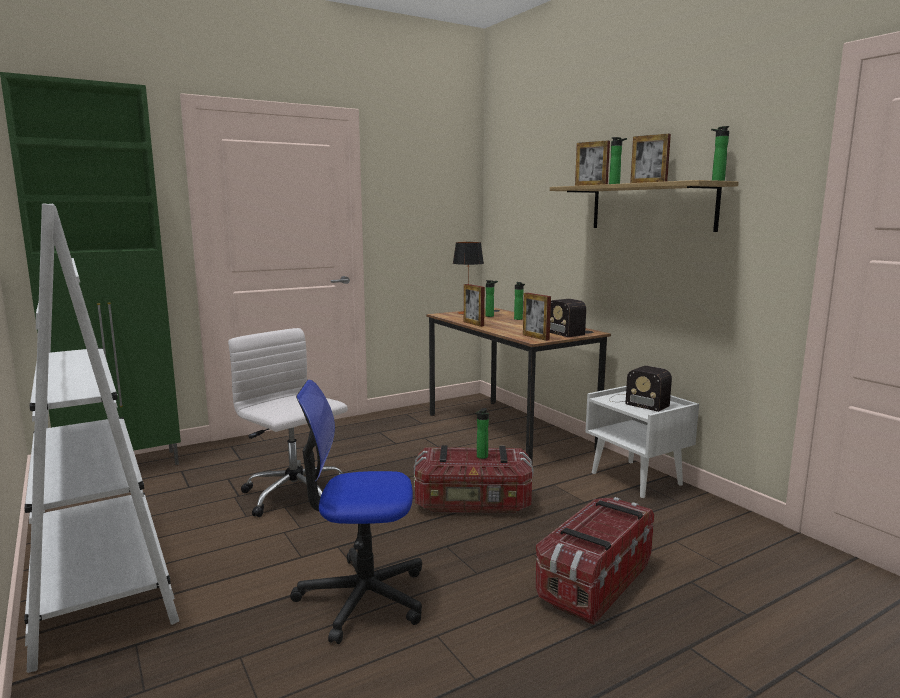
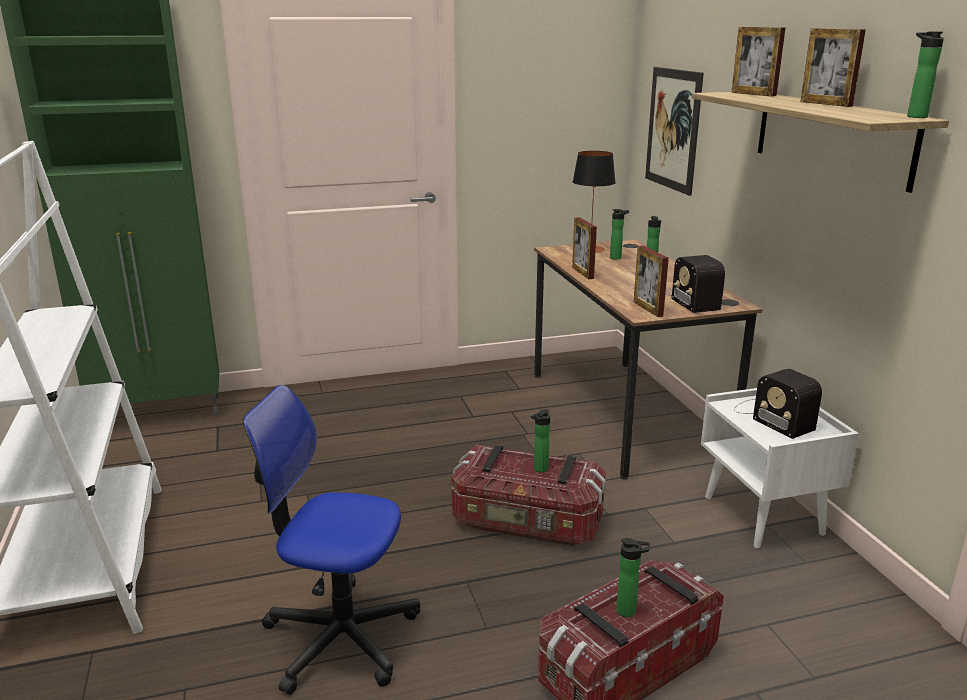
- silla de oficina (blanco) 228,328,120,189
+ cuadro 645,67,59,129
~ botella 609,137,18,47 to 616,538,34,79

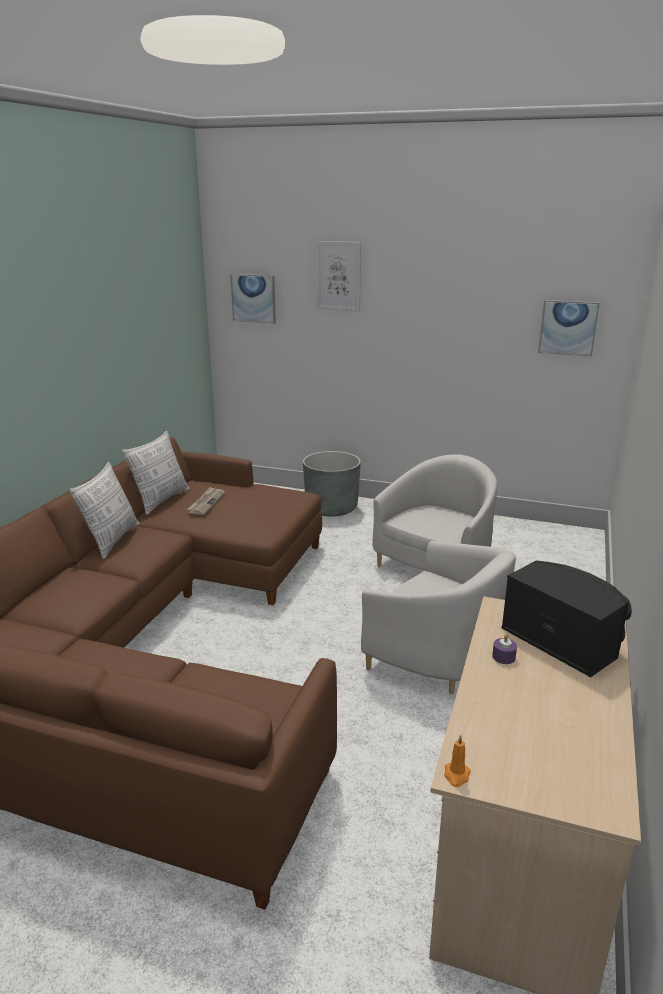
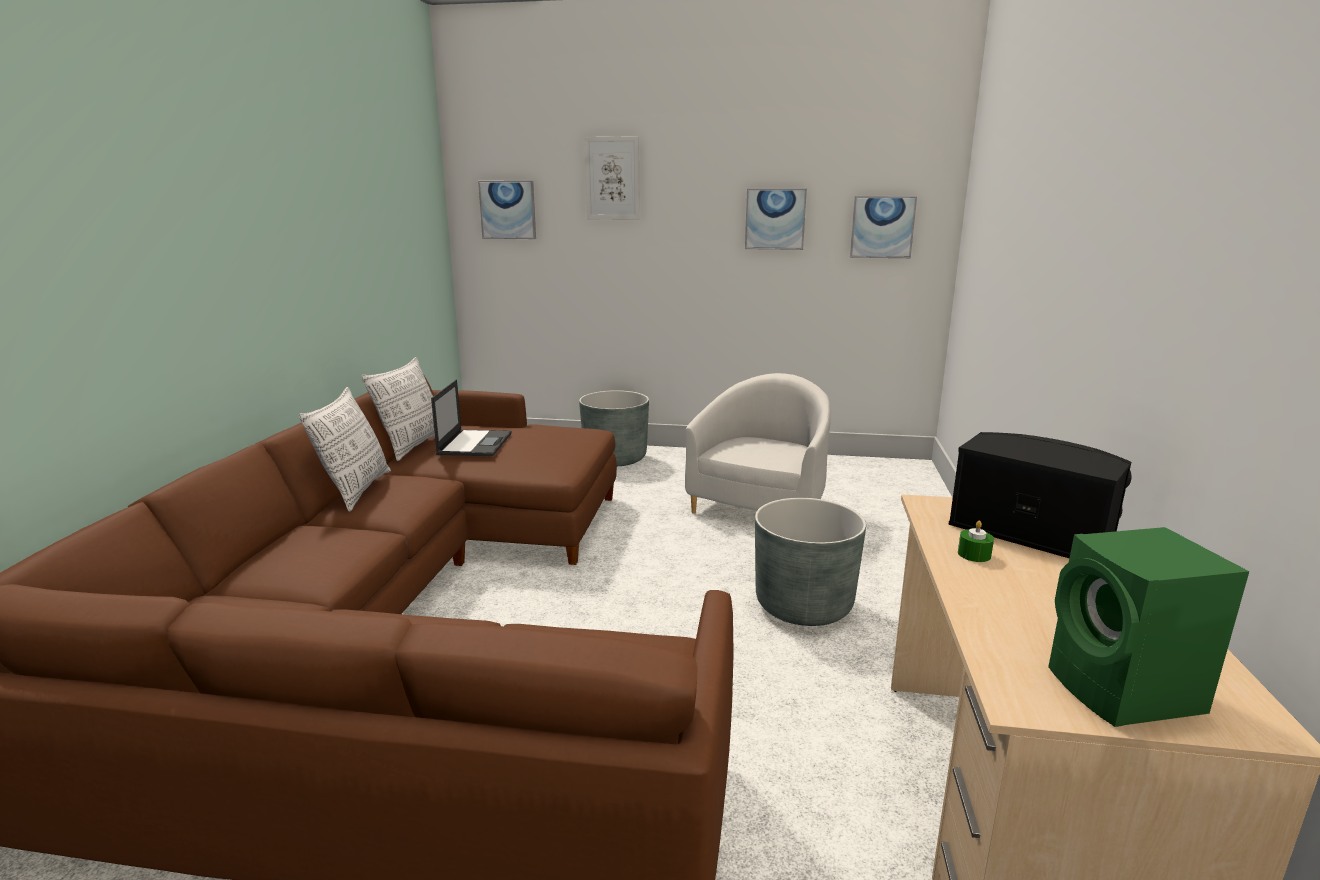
- vela (naranja) 444,735,27,52
+ cuadro 745,189,62,61
+ altavoz (verde) 1048,527,201,200
~ periódico 187,487,38,28 to portátil 431,380,81,76
~ sillón (blanco) 361,541,155,153 to maceta (gris) 755,498,111,128
~ vela (morado) 492,634,25,30 to vela (verde) 958,520,36,42

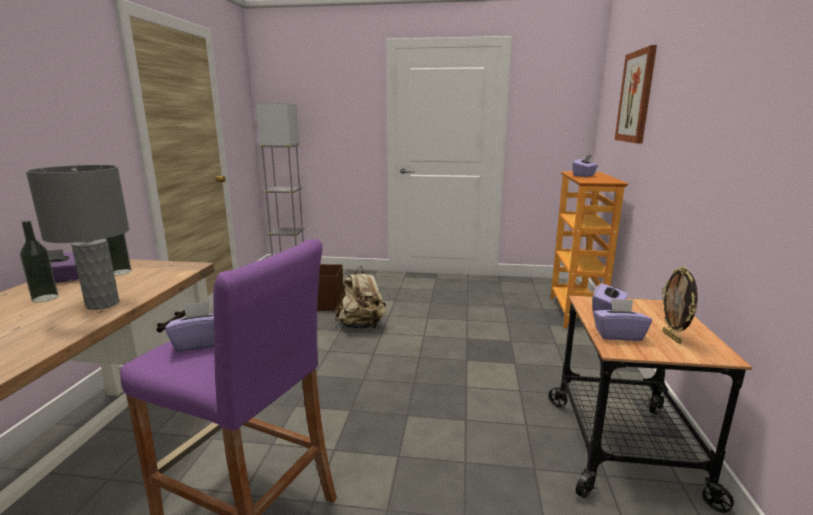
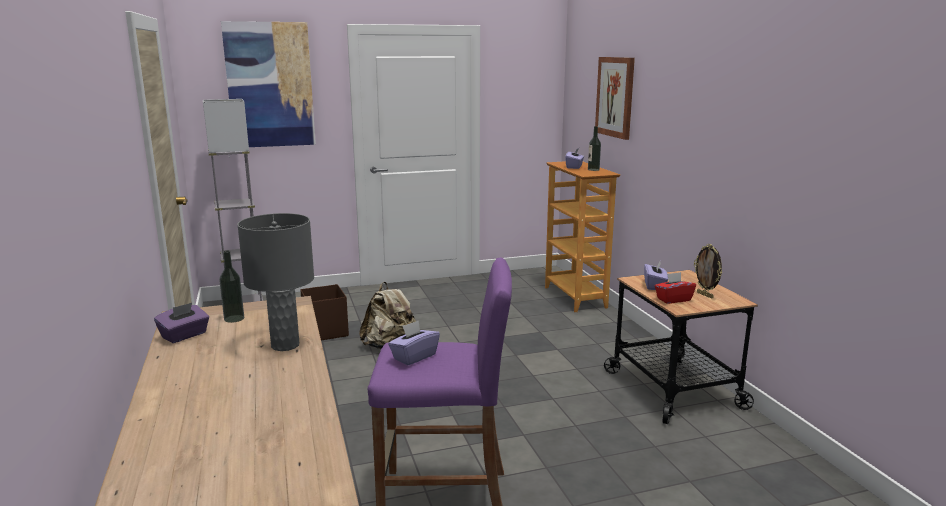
+ cuadro 221,21,95,126
~ botella 20,221,38,81 to 588,126,13,45
~ caja de pañuelos (morado) 593,299,59,42 to caja de pañuelos (rojo) 655,272,41,32

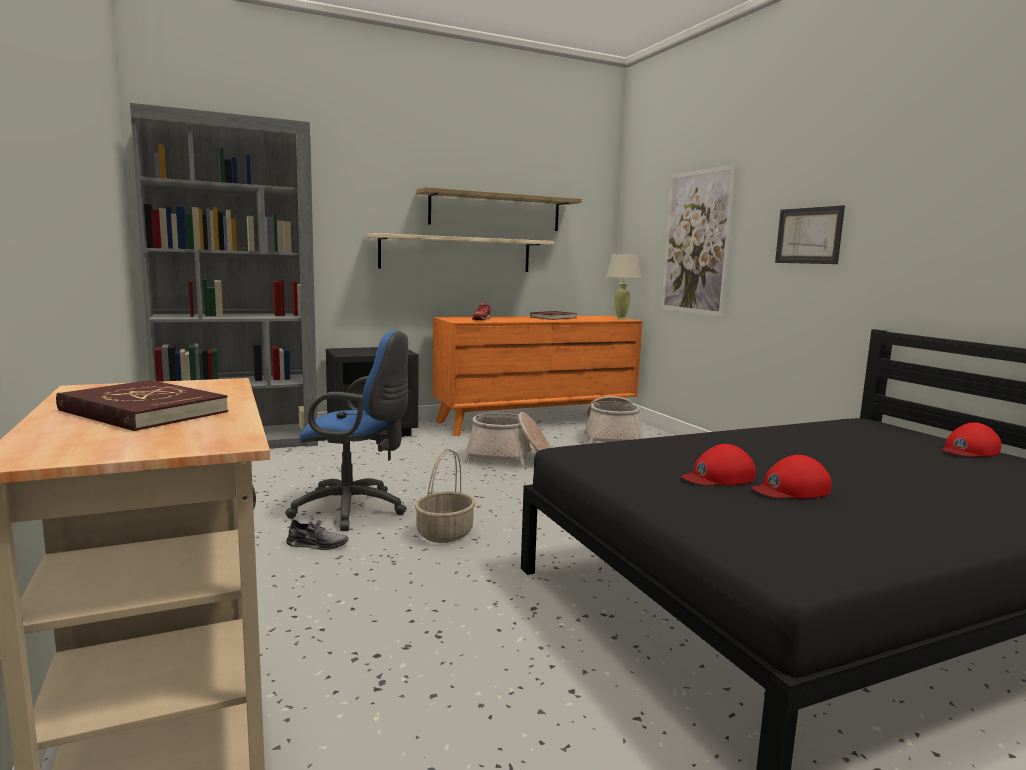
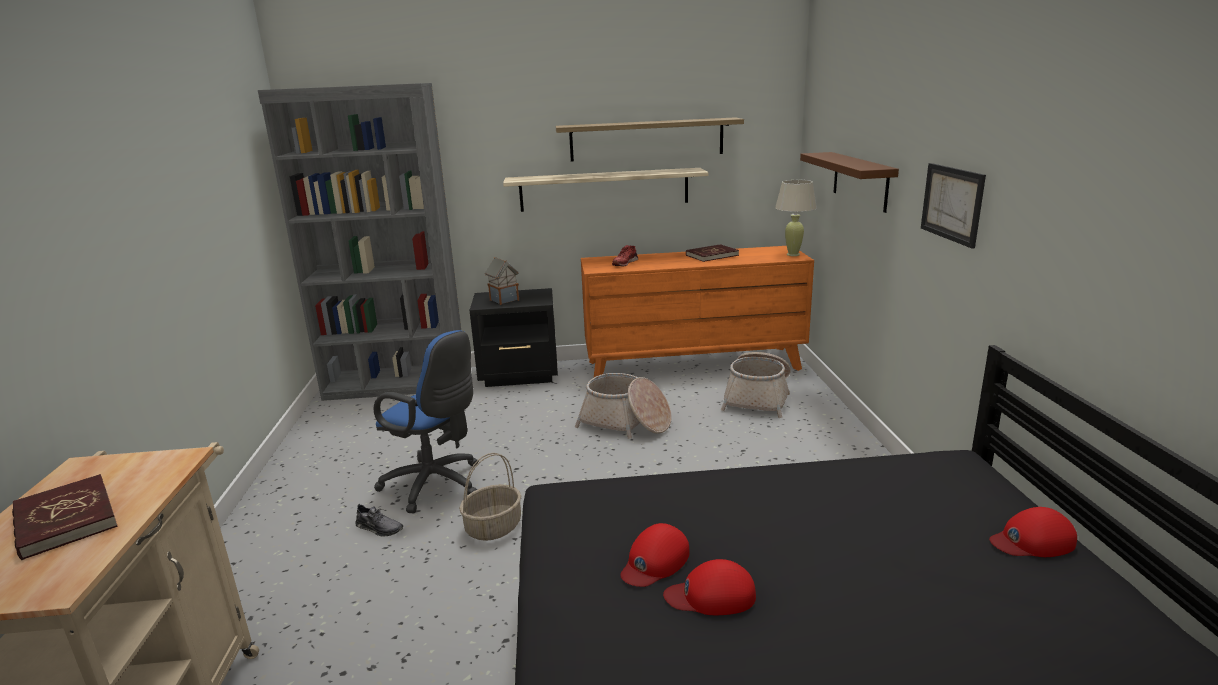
+ casita 485,257,34,48
~ cuadro 661,164,76,153 to estante (marrón) 800,152,99,61
~ gorra (rojo) 681,444,75,41 = 620,523,69,64 45 degrees counterclockwise

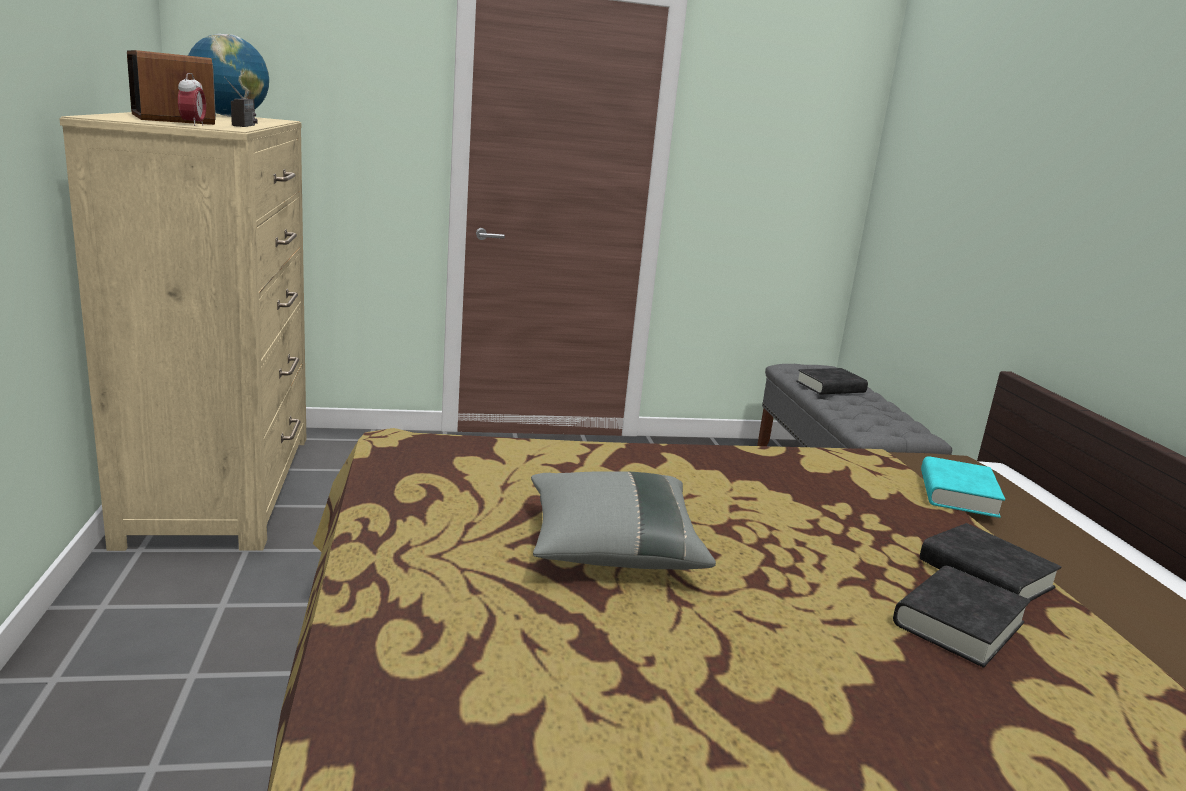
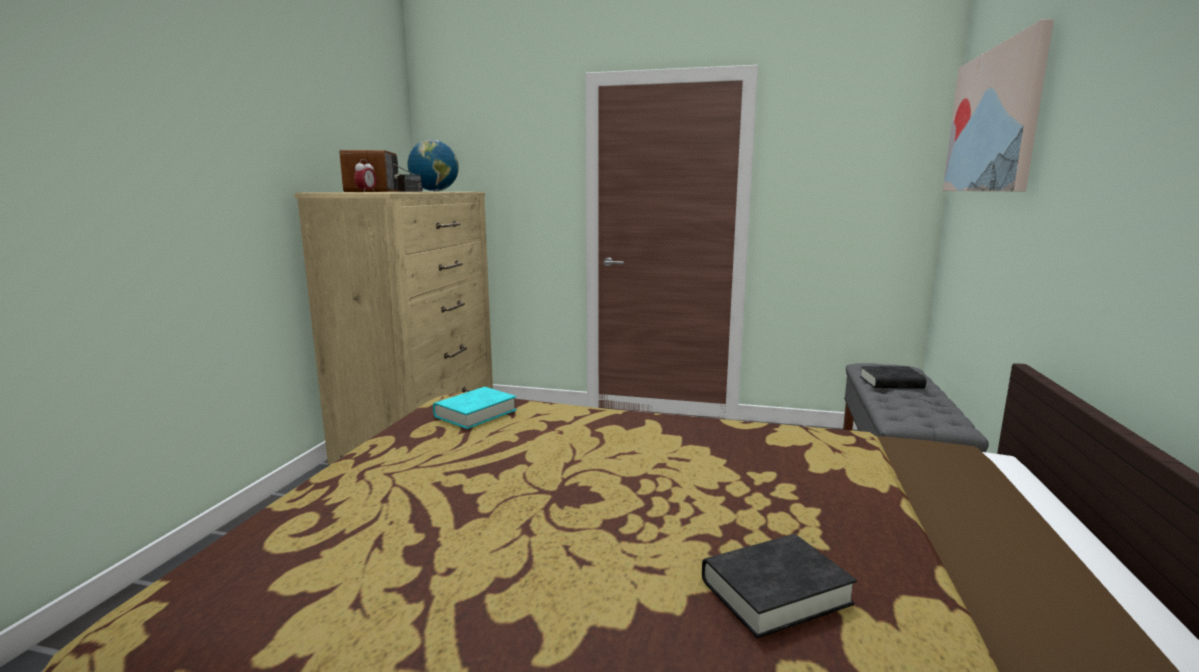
- cojín (gris) 531,471,185,99
- libro (negro) 920,523,141,78
+ cuadro 943,19,111,172
~ libro (turquesa) 921,456,84,62 to 433,387,84,42

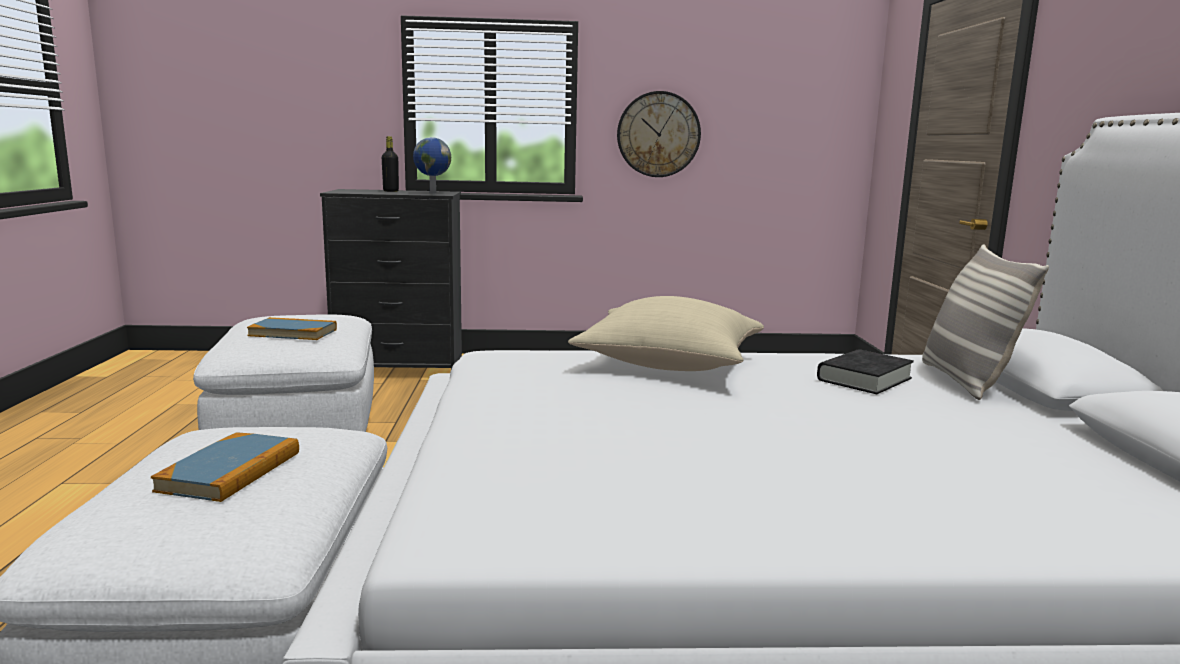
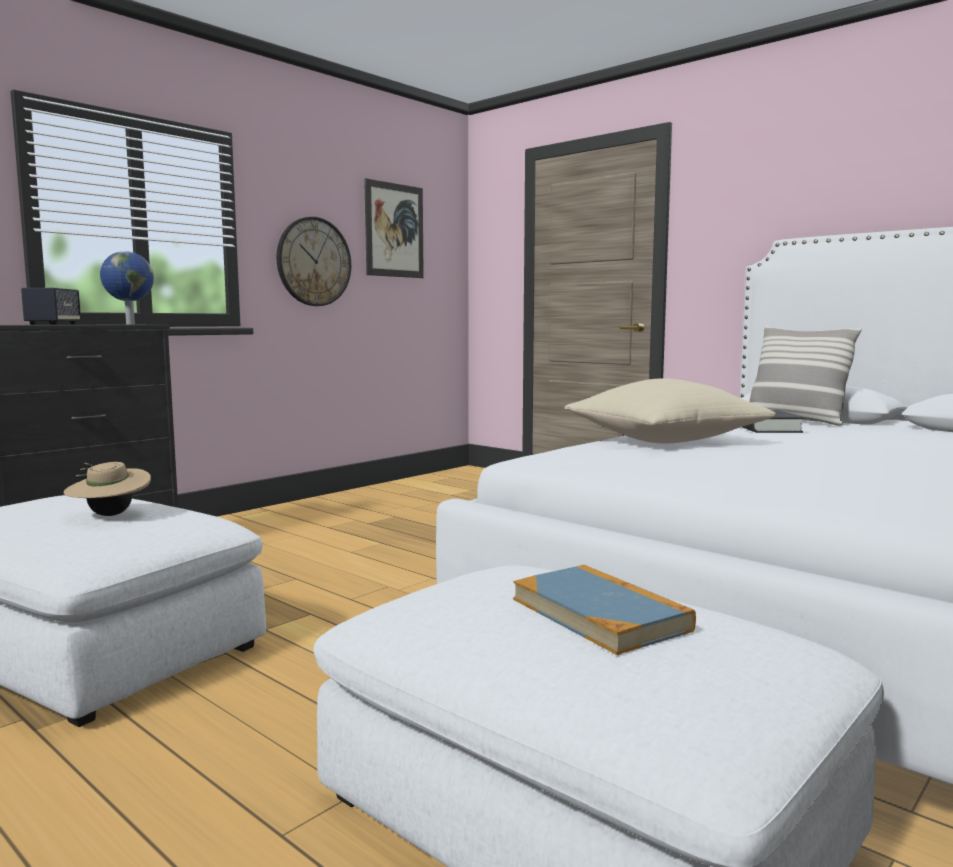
+ cuadro 364,178,60,100
~ libro 247,317,90,23 to sombrero (beis) 64,462,87,54
~ botella (negro) 382,136,17,56 to altavoz 21,287,60,38

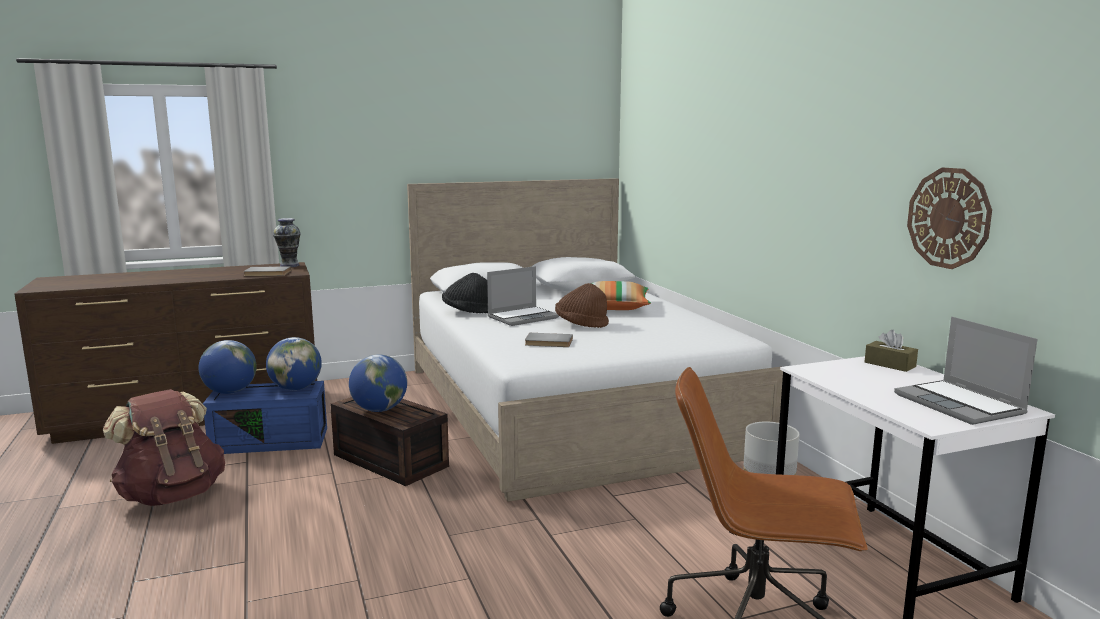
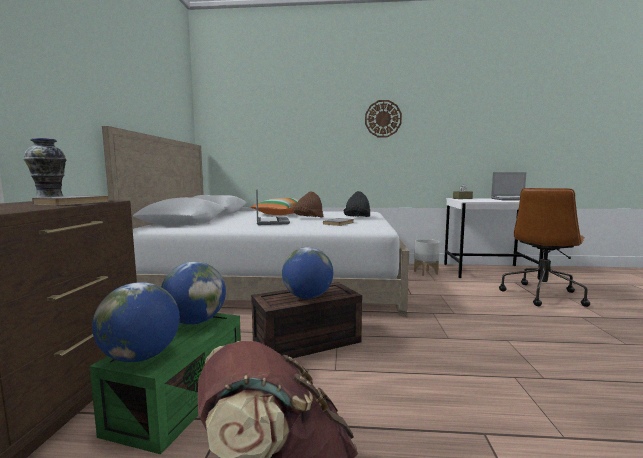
~ sombrero (negro) 442,273,46,40 to 343,191,27,26
~ reloj de pared 907,167,85,102 to 365,100,37,38
~ caja de almacenaje (azul) 203,381,124,73 to caja de almacenaje (verde) 89,313,152,141

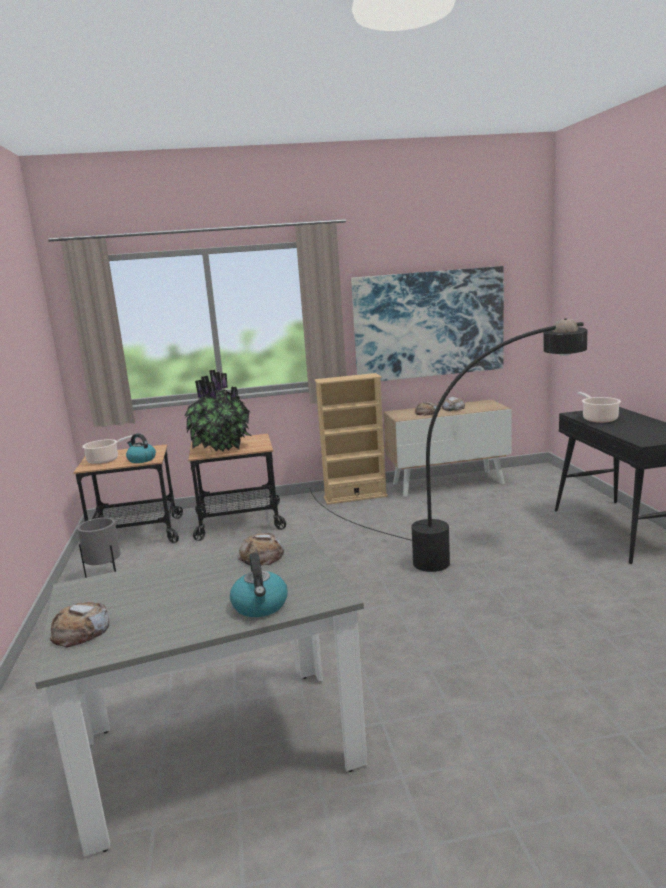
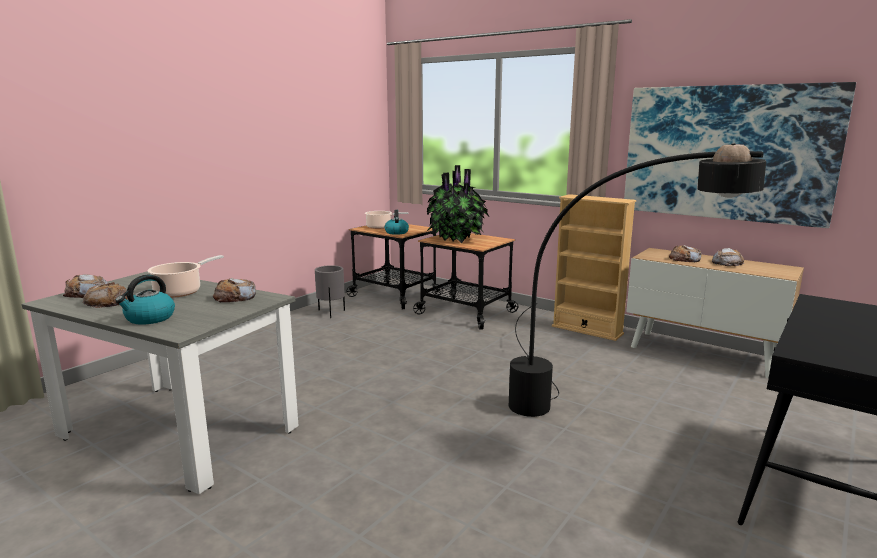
+ pan 83,282,45,26
~ olla 578,392,43,31 to 147,255,77,43

